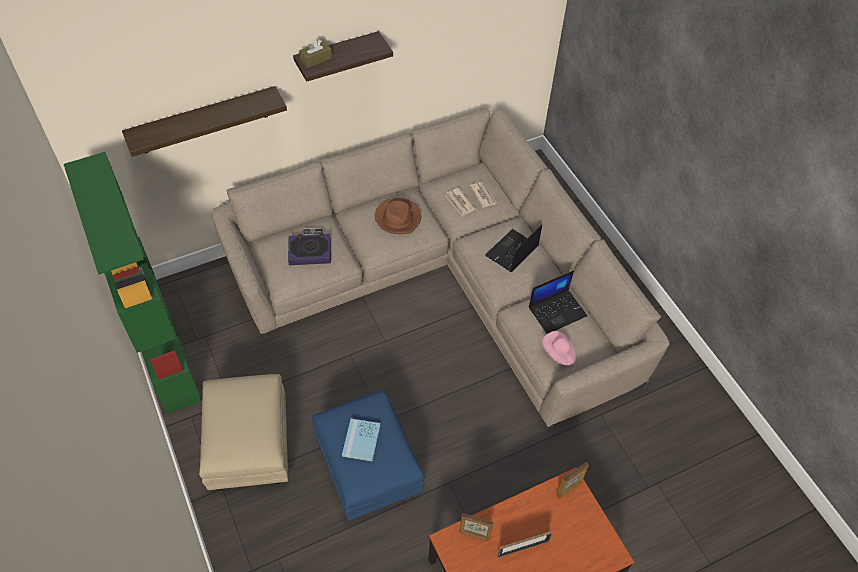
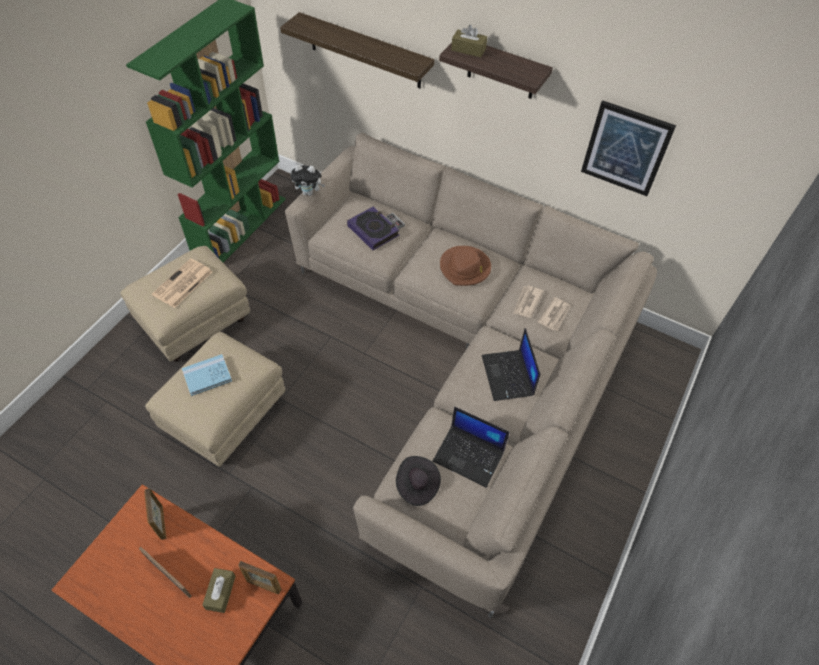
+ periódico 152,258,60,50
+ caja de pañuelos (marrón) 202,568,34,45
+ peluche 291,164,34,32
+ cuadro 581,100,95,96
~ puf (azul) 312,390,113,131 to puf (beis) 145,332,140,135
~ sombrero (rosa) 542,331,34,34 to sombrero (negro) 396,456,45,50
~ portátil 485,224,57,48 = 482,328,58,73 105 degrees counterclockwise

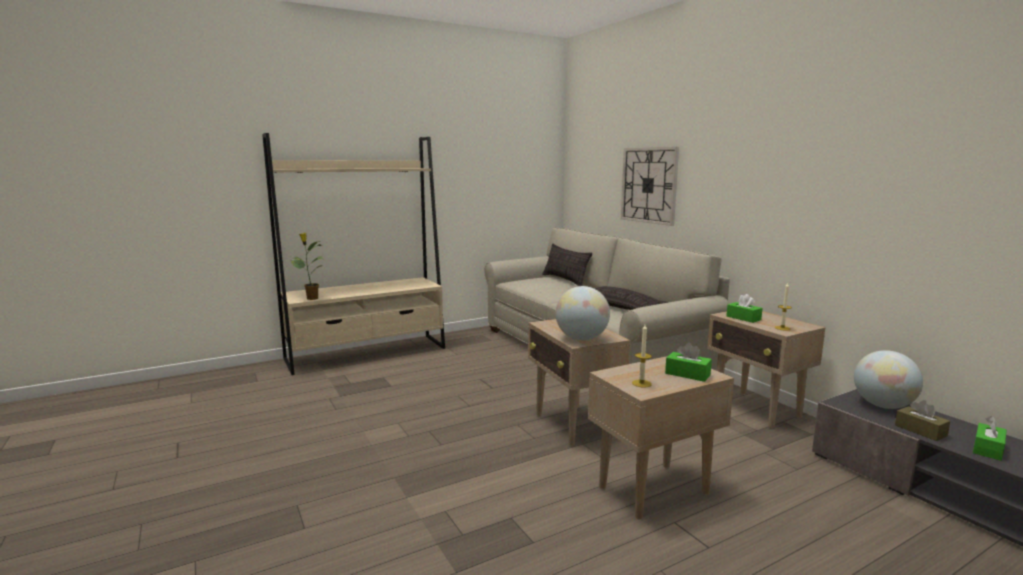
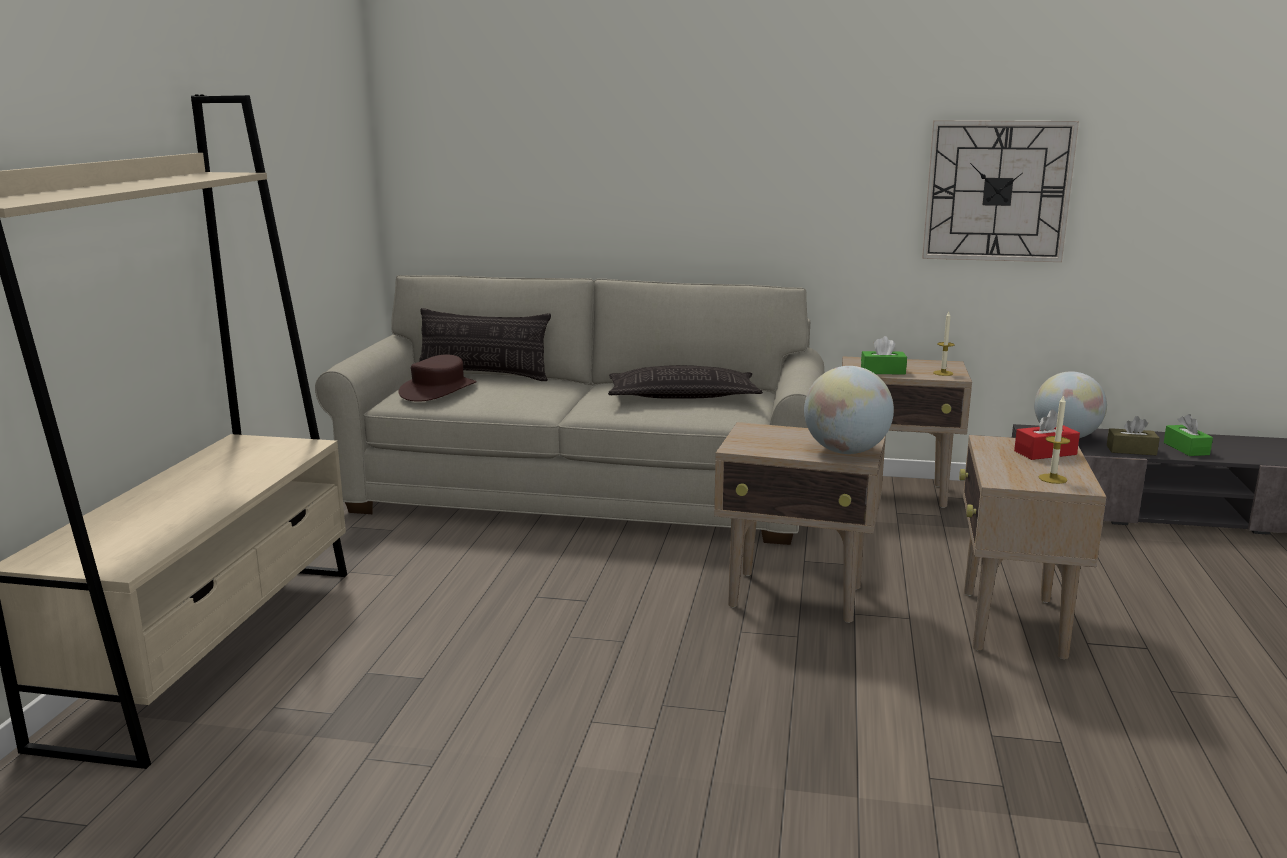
- planta en maceta 291,233,33,67
+ sombrero (marrón) 398,354,79,48
~ reloj de pared 621,147,58,79 to 922,120,157,142
~ caja de pañuelos (verde) 665,342,47,40 to caja de pañuelos (rojo) 1014,409,66,51

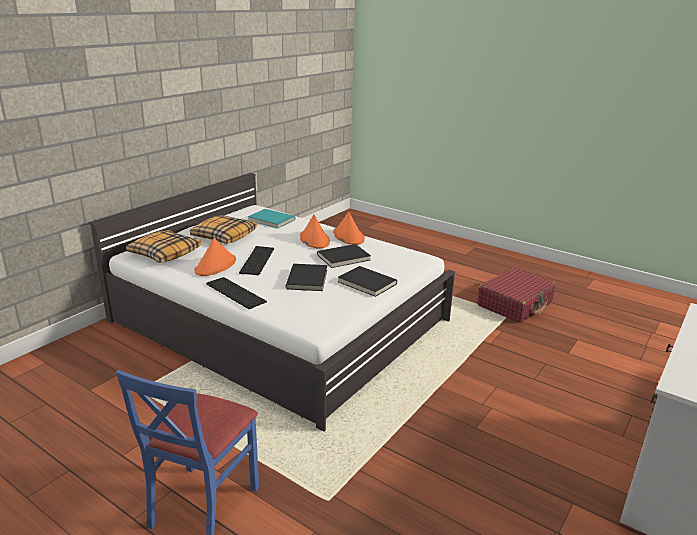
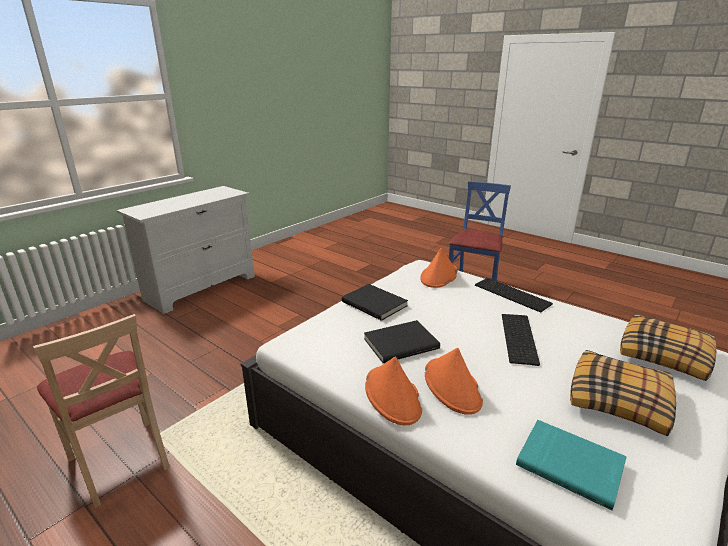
- libro (negro) 286,264,41,27
~ sombrero (naranja) 194,238,42,38 to 421,247,36,41
~ maleta (rojo) 477,268,78,55 to silla (beis) 33,314,137,194

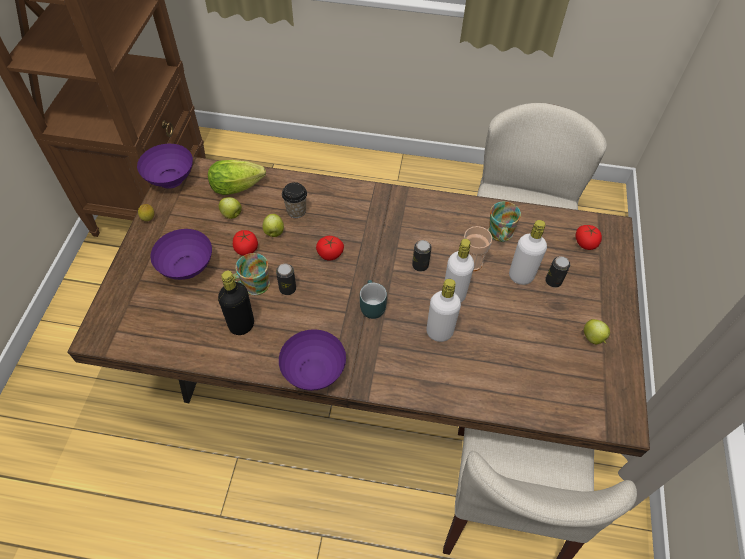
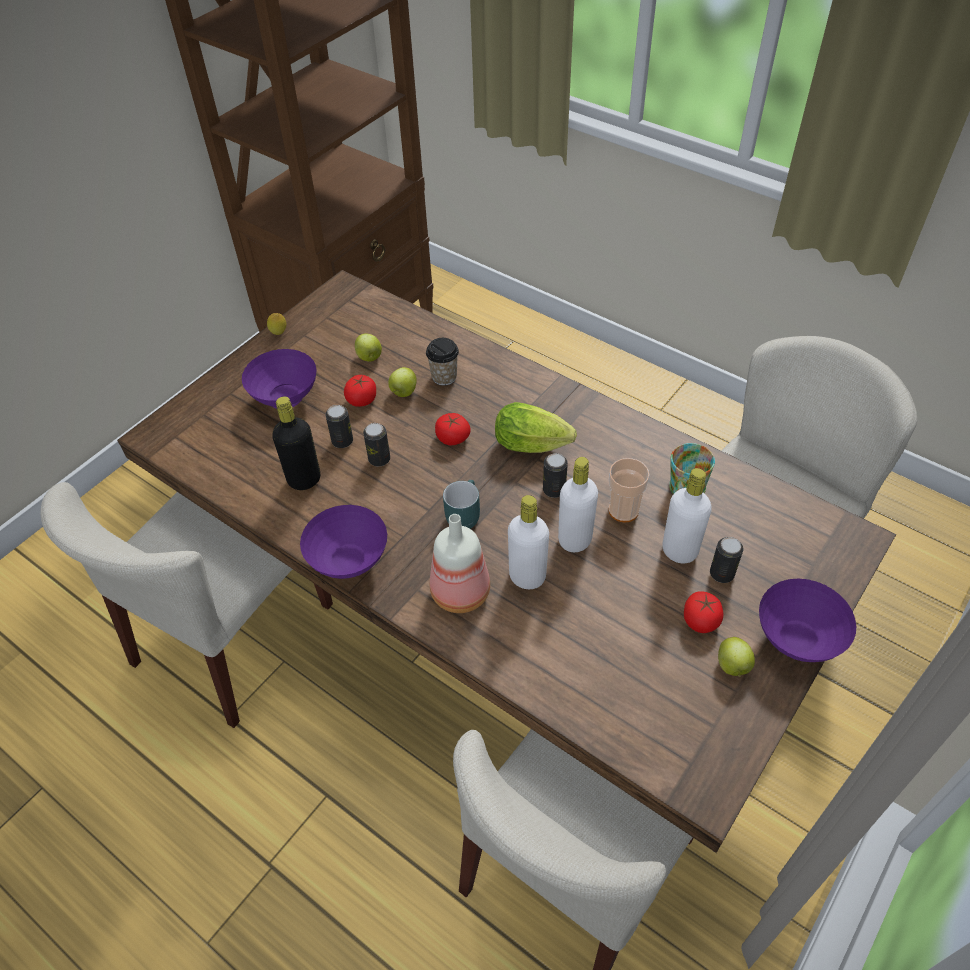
+ silla (beis) 40,482,293,246
+ botella 430,514,60,99
~ cuenco (morado) 137,144,56,45 to 759,579,97,83
~ lechuga 208,160,58,35 to 495,402,82,51
~ tomate 576,225,26,25 to 684,591,39,42
~ taza grande 233,253,37,42 to lata 325,405,28,43

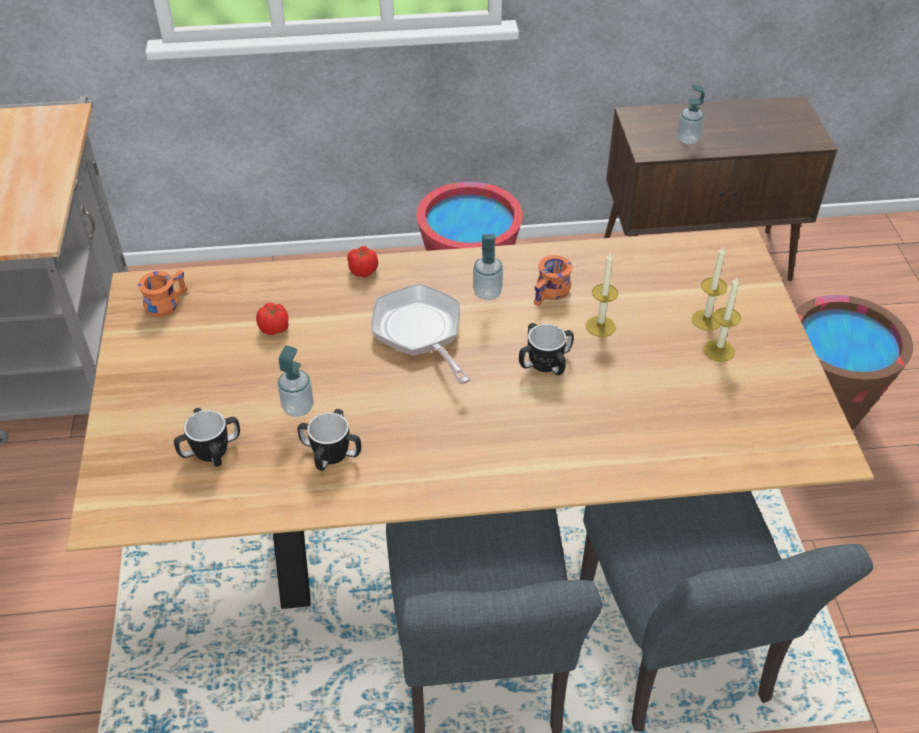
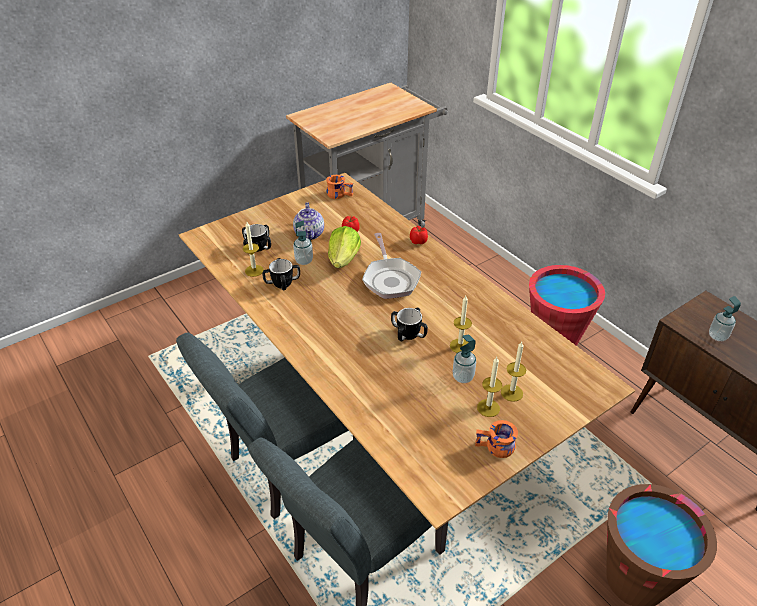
+ vela 243,222,21,55
+ tetera 293,202,31,38
+ lechuga 328,226,33,42
~ dispensador de jabón 473,234,30,66 to 453,335,23,48
~ taza grande (naranja) 534,255,38,52 to 475,420,43,38
~ sartén 371,284,100,100 = 362,233,59,66 135 degrees clockwise

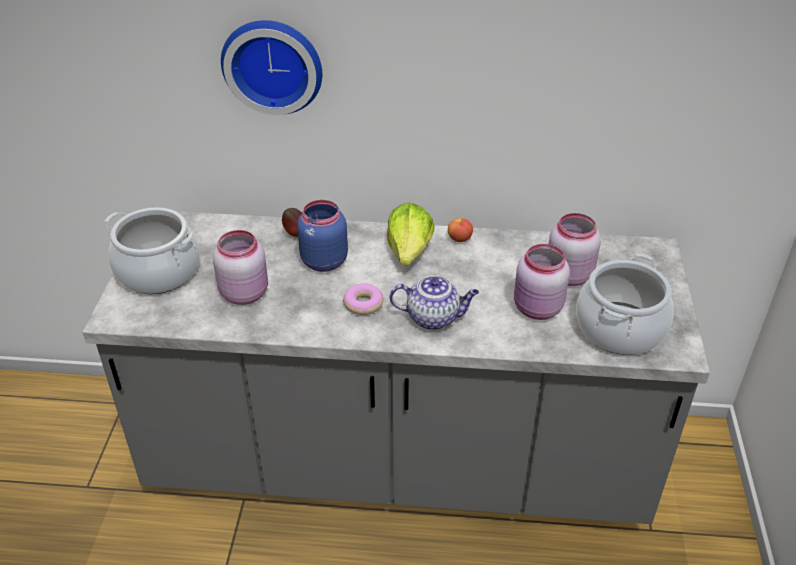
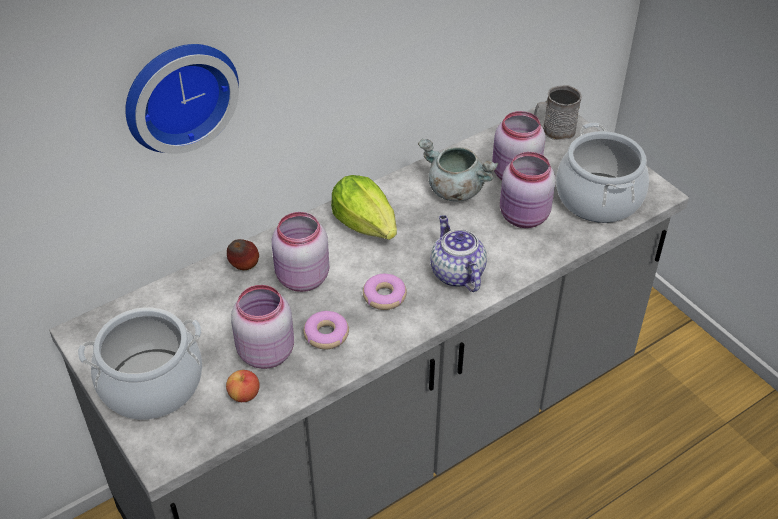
+ rosquilla 303,311,46,38
+ olla (gris) 418,139,80,63
+ taza grande (gris) 534,85,48,55
~ manzana 448,218,25,24 to 226,370,34,32
~ tarro (azul) 297,200,51,72 to tarro (rosa) 272,212,57,80
~ tetera 389,275,90,55 = 430,215,57,77 75 degrees counterclockwise

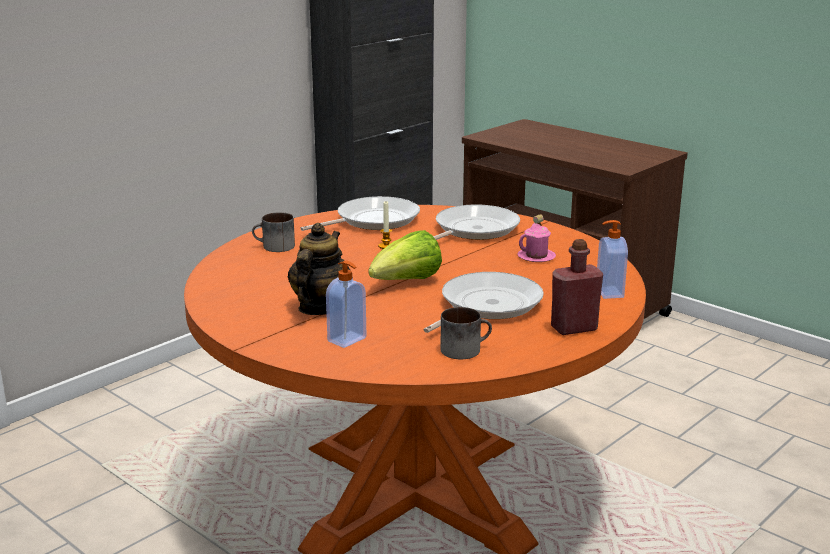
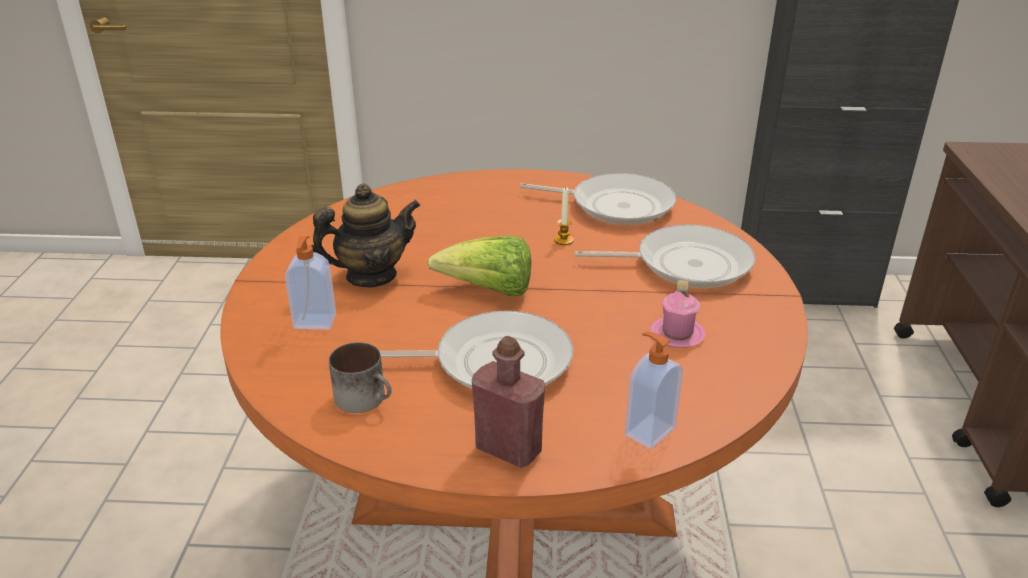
- taza grande 252,212,43,40

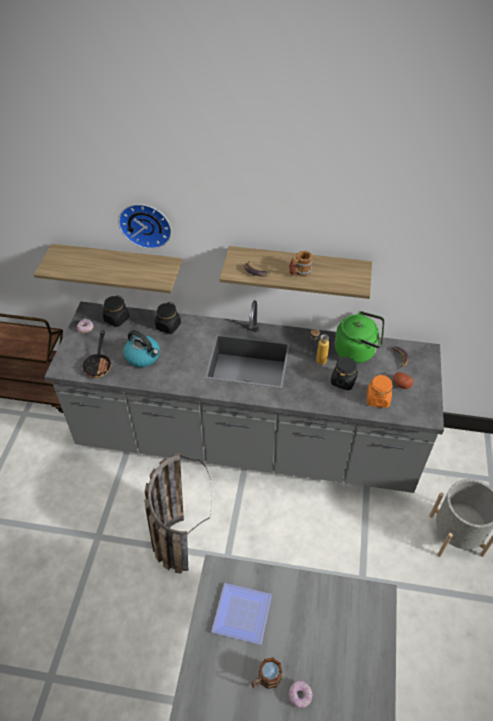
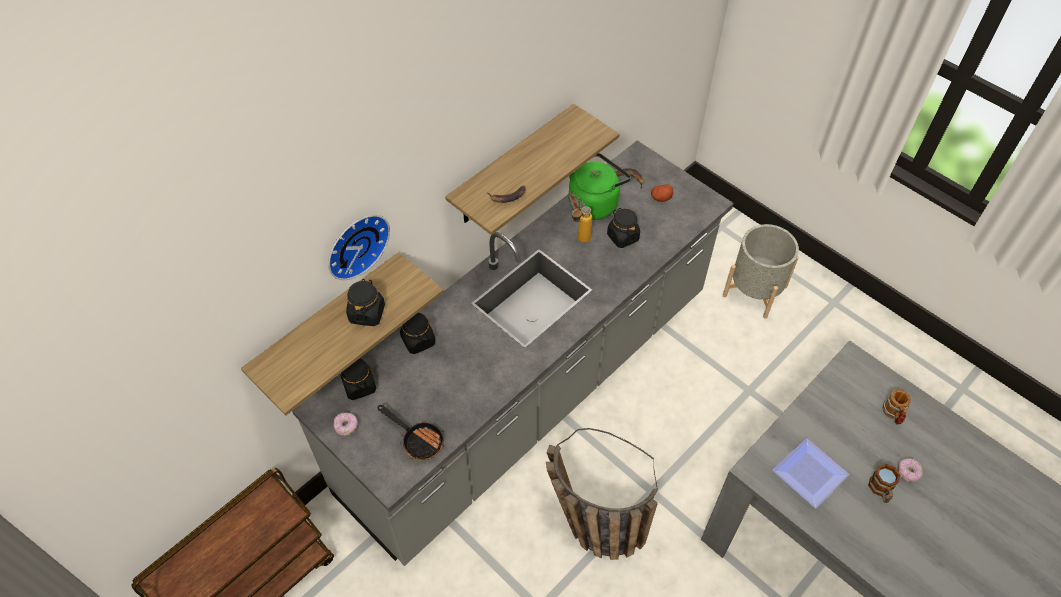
- hervidor 123,330,37,37
- tarro (naranja) 367,374,26,34
+ tarro (negro) 346,279,39,47
~ taza grande 289,250,23,27 to 882,389,29,35

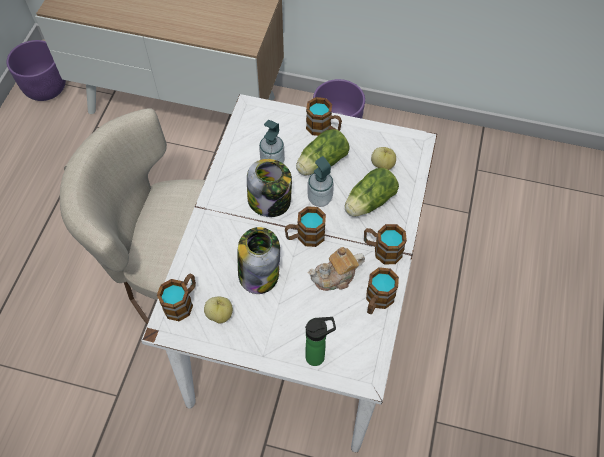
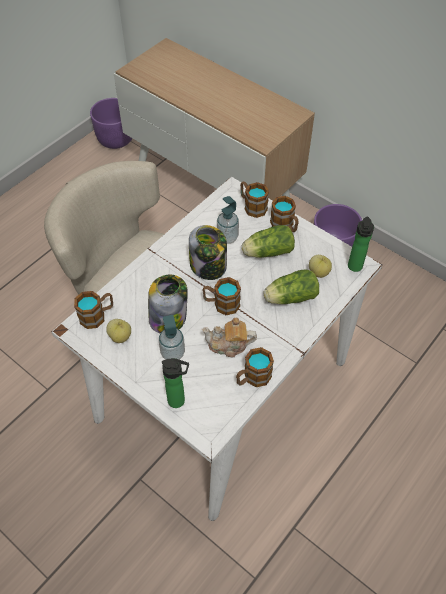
+ botella 348,216,26,56
~ dispensador de jabón 307,156,27,51 to 159,315,26,45
~ taza grande 364,224,43,40 to 240,182,29,36

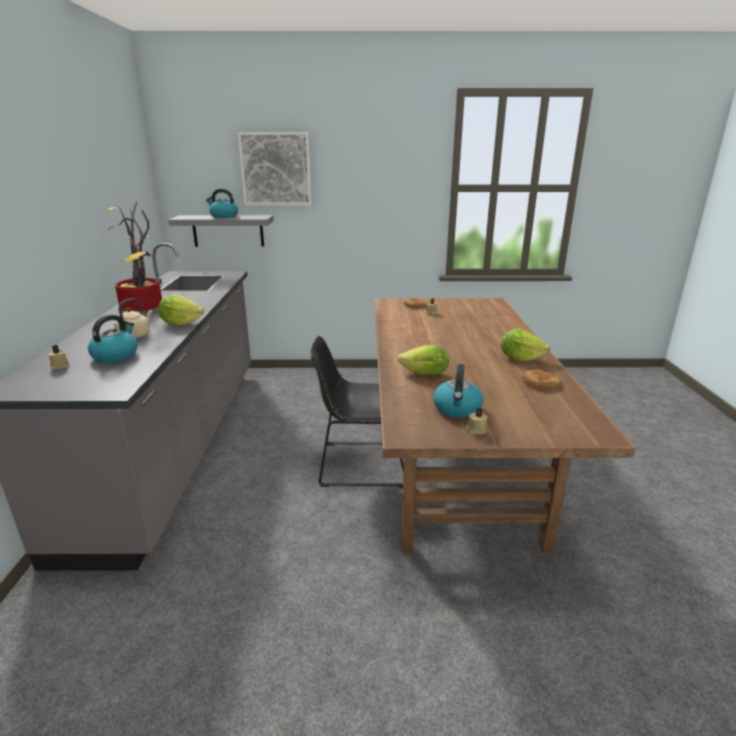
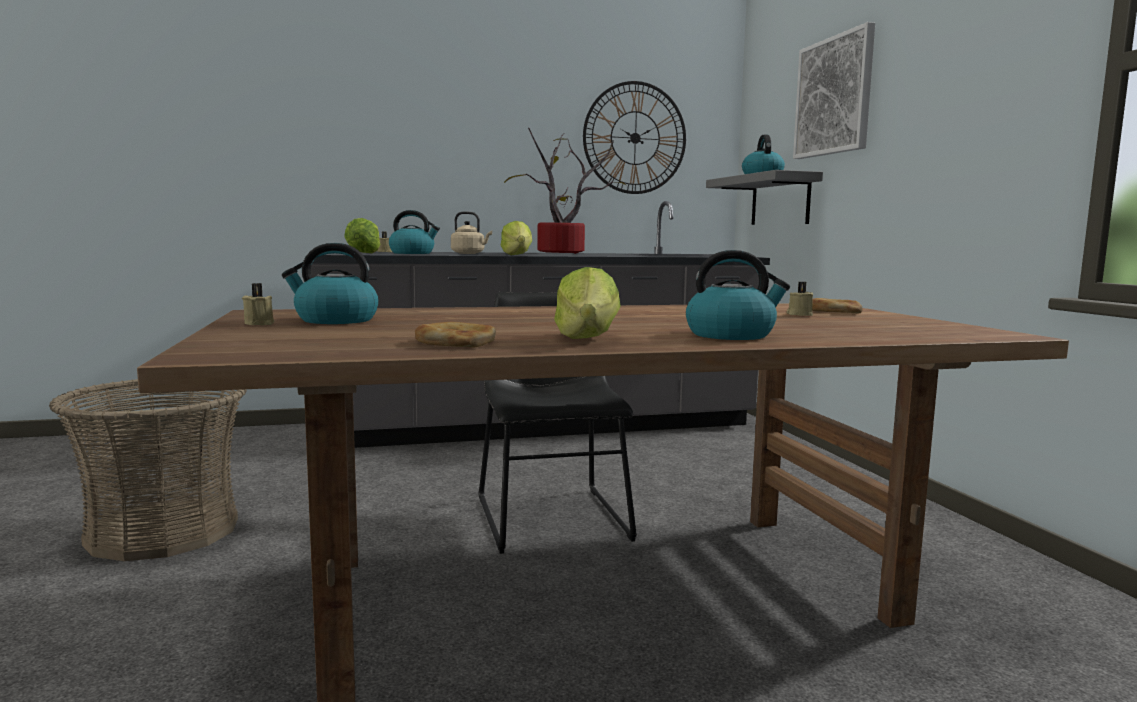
+ cesta 49,379,198,182
+ reloj de pared 583,81,103,113
+ hervidor 686,250,104,90
~ lechuga 398,345,51,30 to 344,218,36,35

